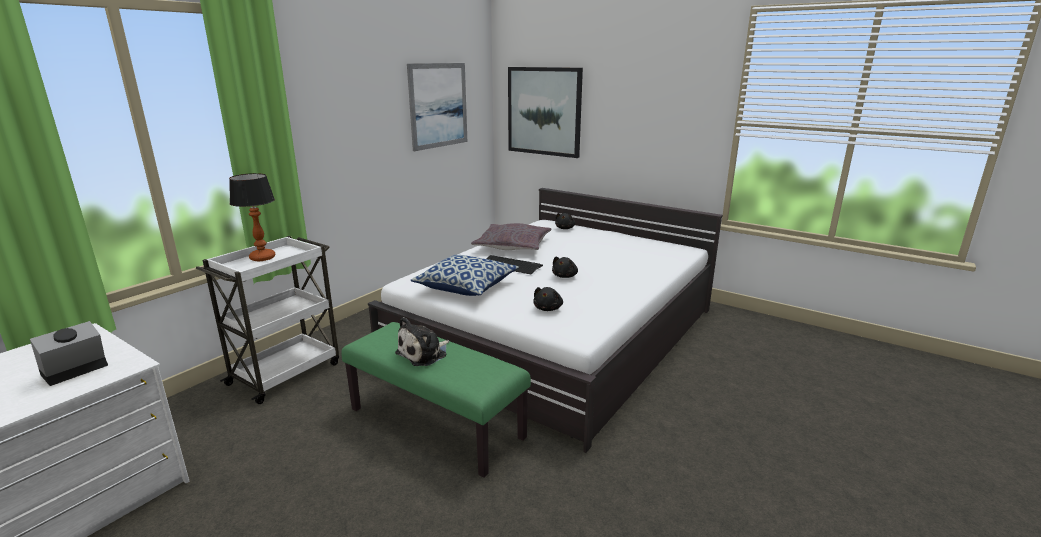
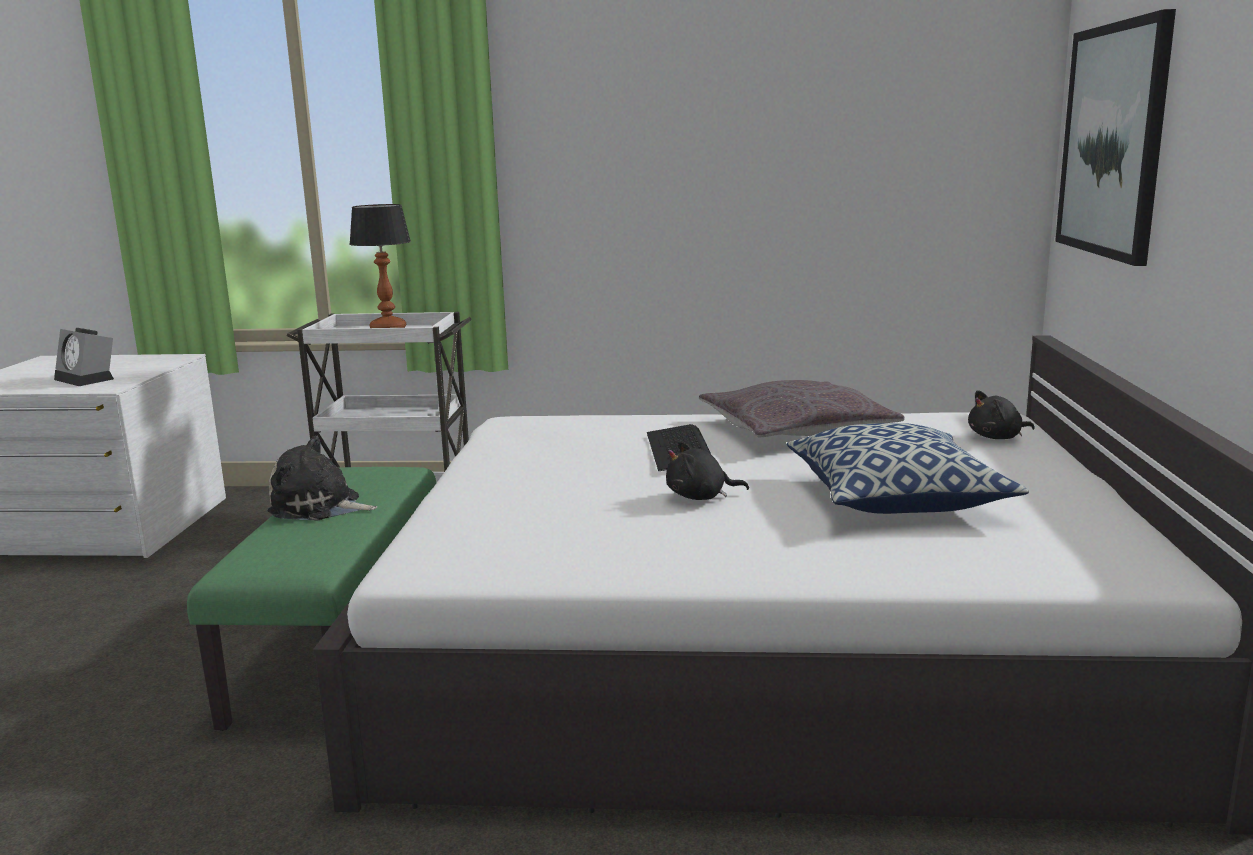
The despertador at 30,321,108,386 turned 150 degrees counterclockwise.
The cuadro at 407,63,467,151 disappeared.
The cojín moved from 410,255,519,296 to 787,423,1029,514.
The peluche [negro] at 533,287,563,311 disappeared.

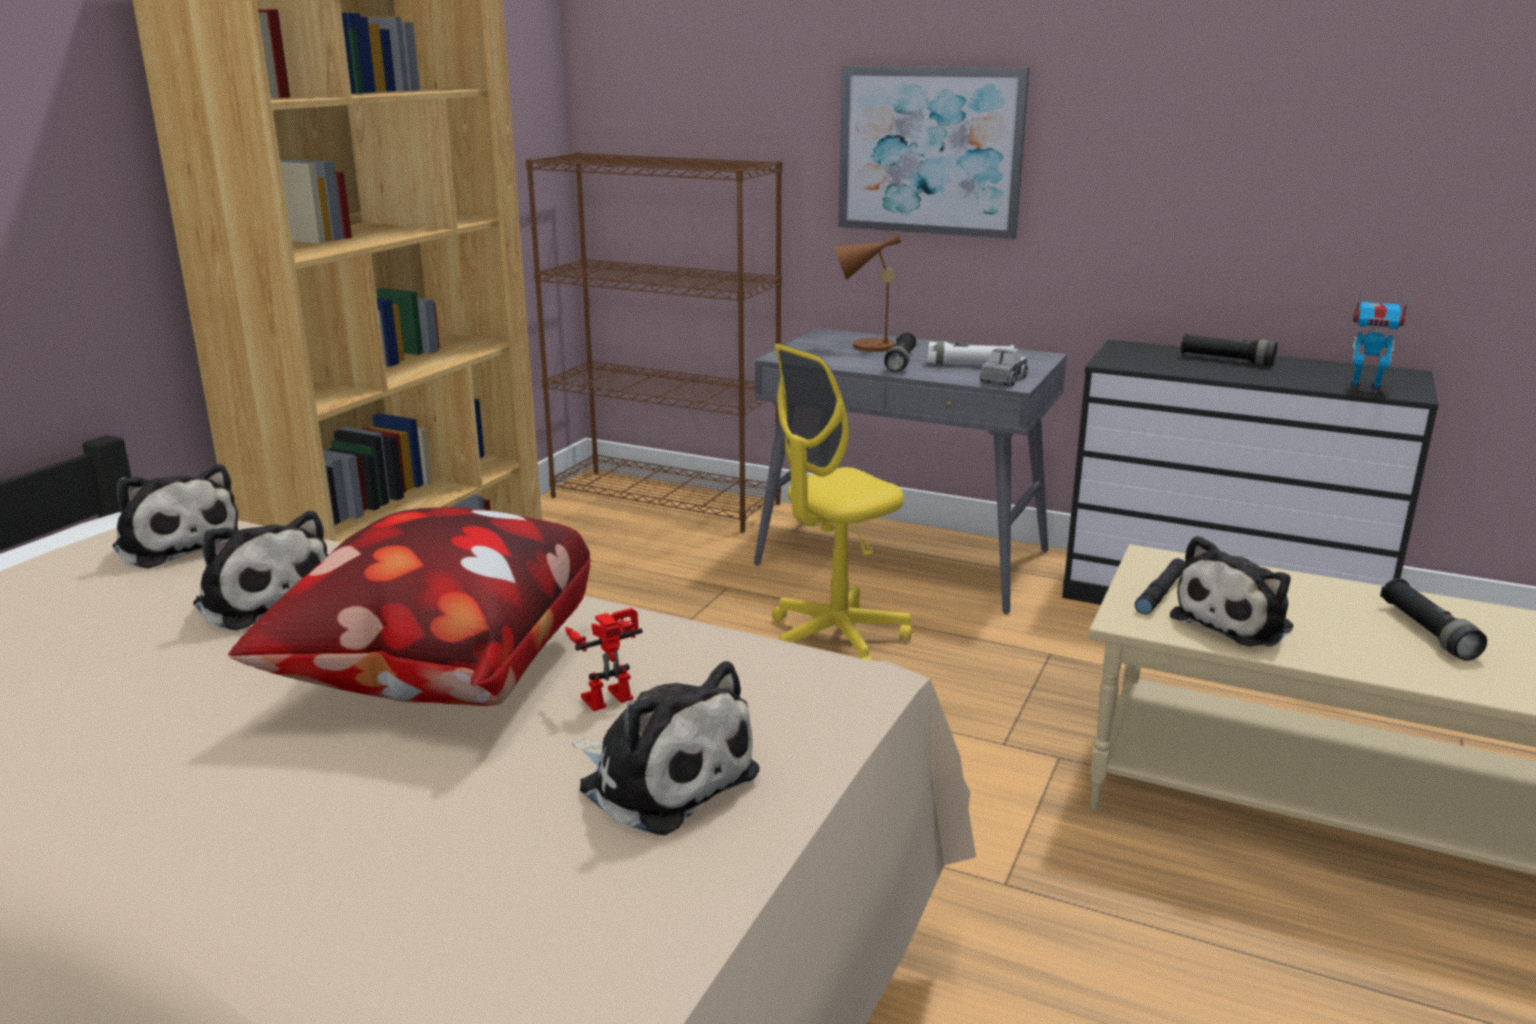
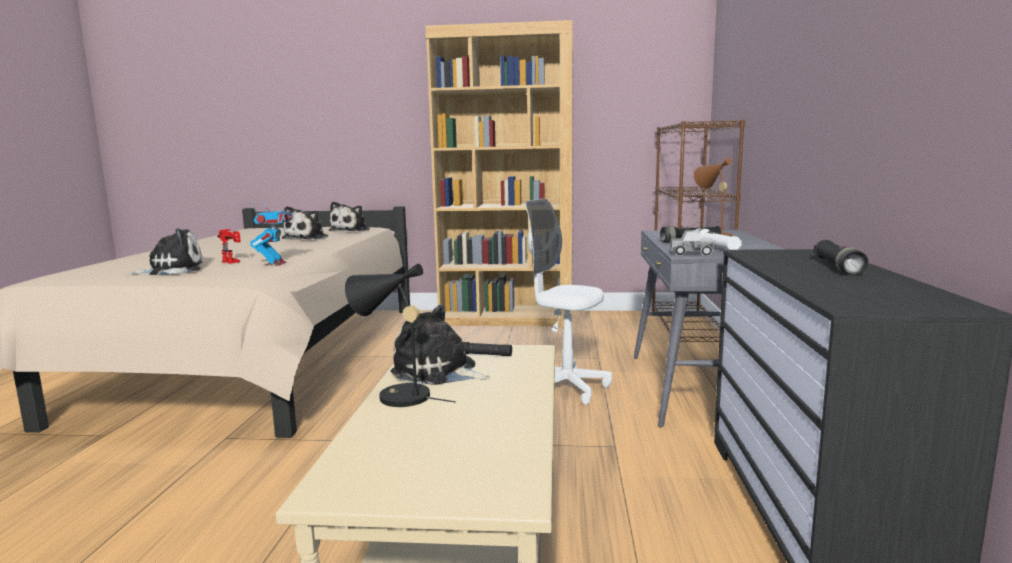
The cojín at 228,507,591,706 disappeared.
The peluche at 572,661,760,835 turned 135 degrees counterclockwise.
The silla de oficina [amarillo] at 772,344,912,661 became the silla de oficina [blanco] at 525,199,612,405.
The cuadro at 838,66,1029,239 disappeared.
The robot de juguete moved from 1349,291,1409,395 to 250,200,293,266.
The linterna [negro] at 1380,578,1487,661 disappeared.
The lámpara de mesa [negro] at 345,264,456,407 appeared.

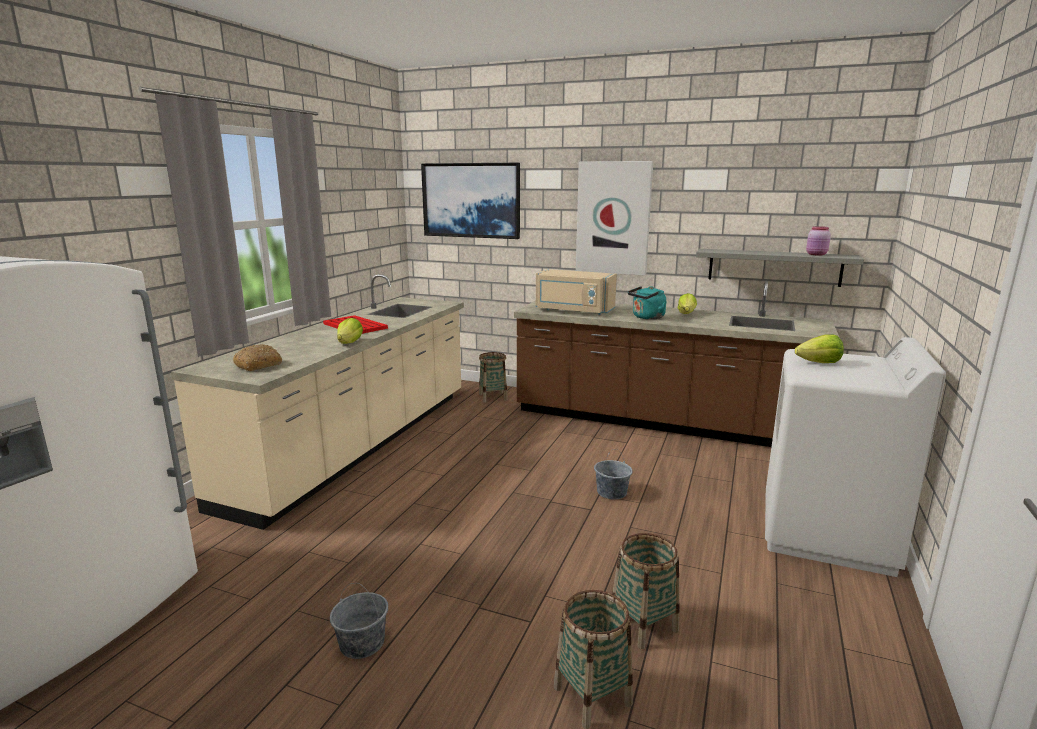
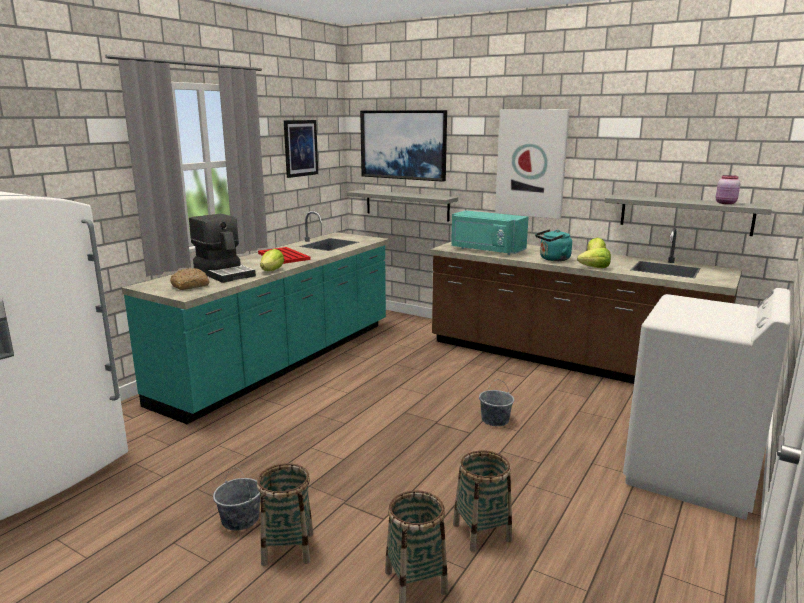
The mueble bajo de cocina [beis] at 171,274,464,530 became the mueble bajo de cocina [turquesa] at 122,211,389,424.
The cesta moved from 479,352,508,403 to 257,463,313,566.
The microondas [beis] at 536,269,617,315 became the microondas [turquesa] at 451,210,529,255.
The lechuga moved from 795,334,844,363 to 577,248,611,268.
The cafetera at 189,214,256,283 appeared.
The cuadro at 284,120,318,178 appeared.
The estante [gris] at 346,189,458,221 appeared.

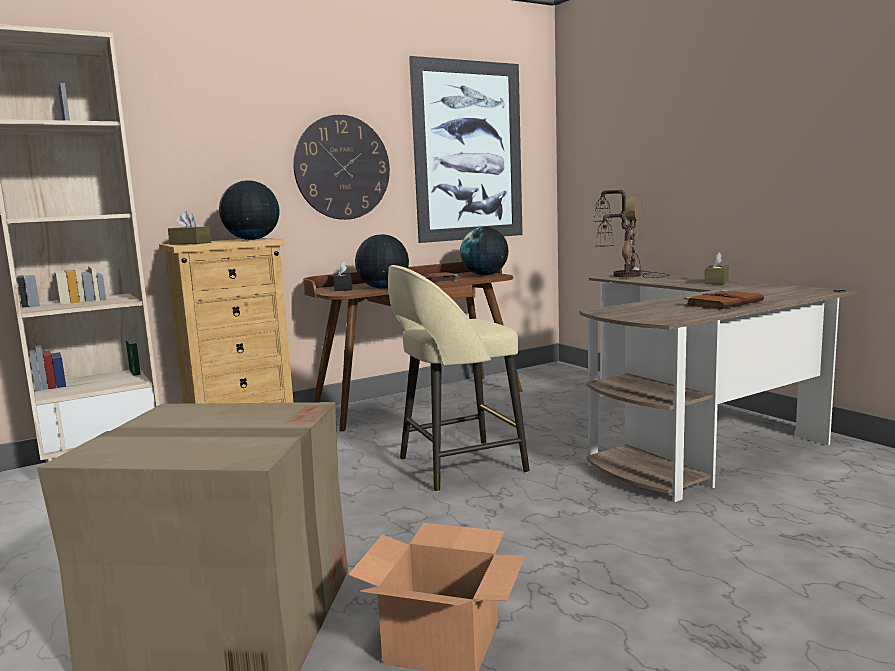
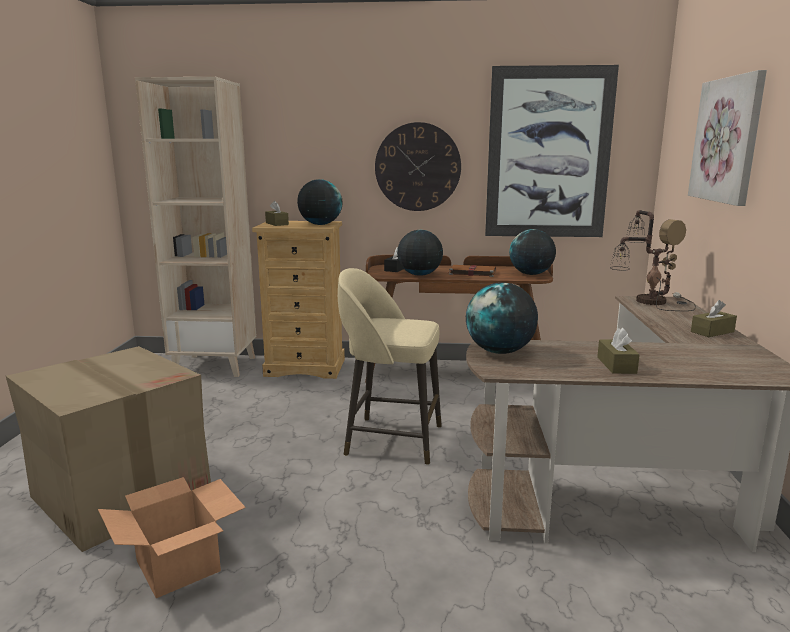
The libro [marrón] at 683,290,764,310 was replaced by the caja de pañuelos [marrón] at 597,328,640,374.
The globo terráqueo at 466,282,538,354 appeared.
The cuadro at 688,70,767,206 appeared.

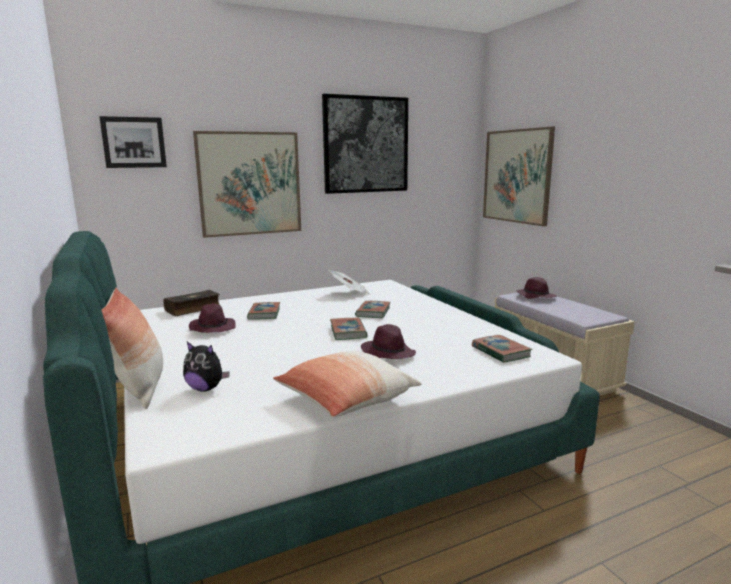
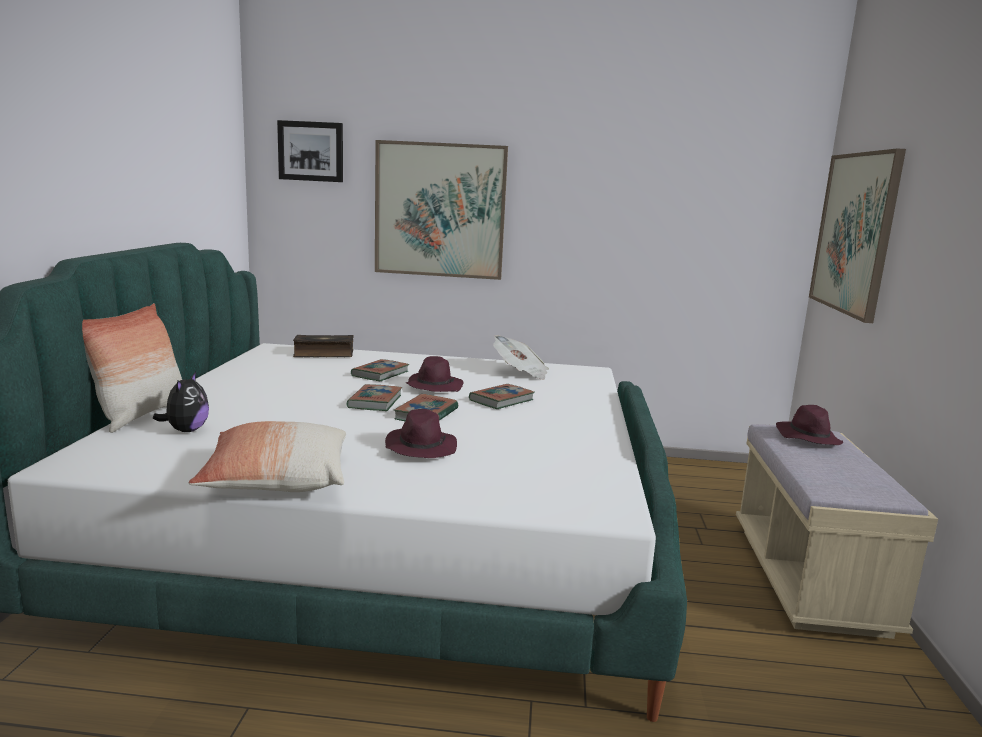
The peluche at 183,342,230,392 turned 135 degrees counterclockwise.
The sombrero [morado] moved from 189,304,236,333 to 406,356,463,392.
The cuadro at 322,94,408,194 disappeared.
The libro moved from 472,335,532,363 to 347,384,402,411.

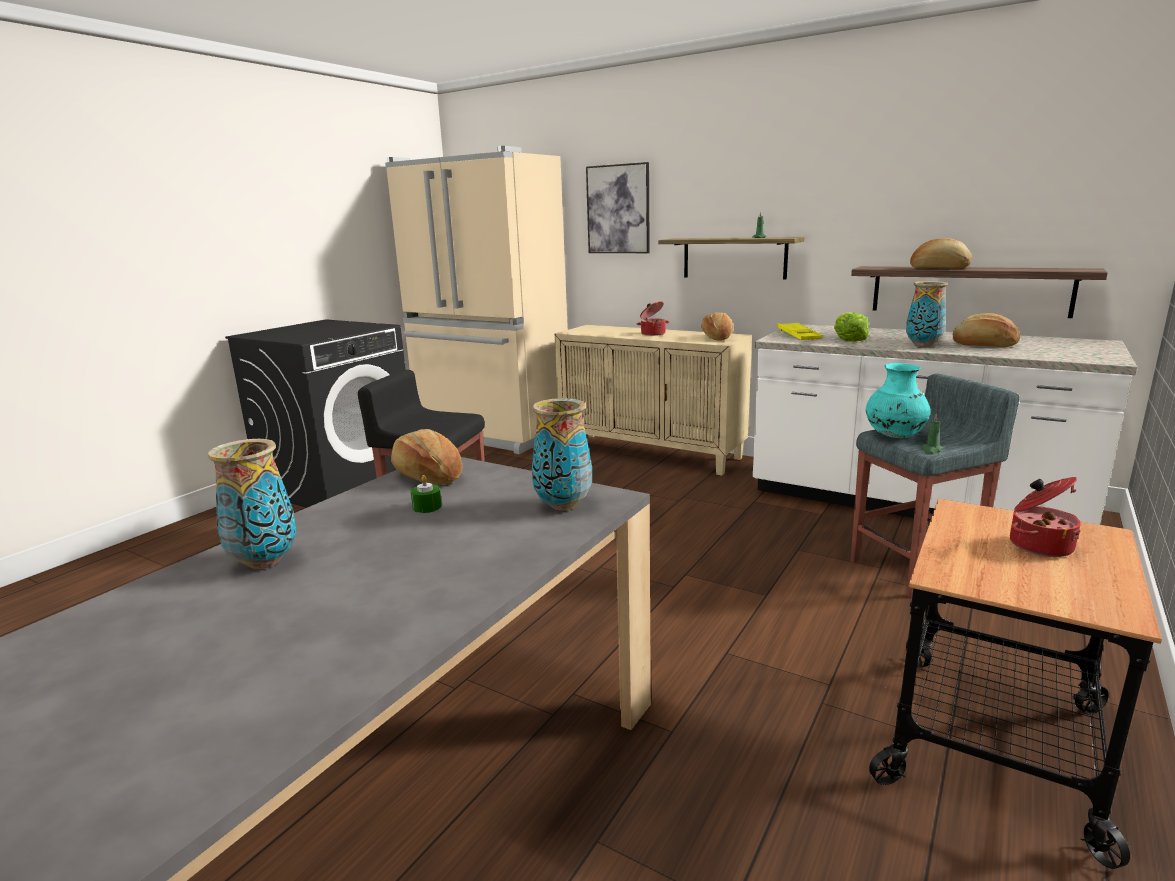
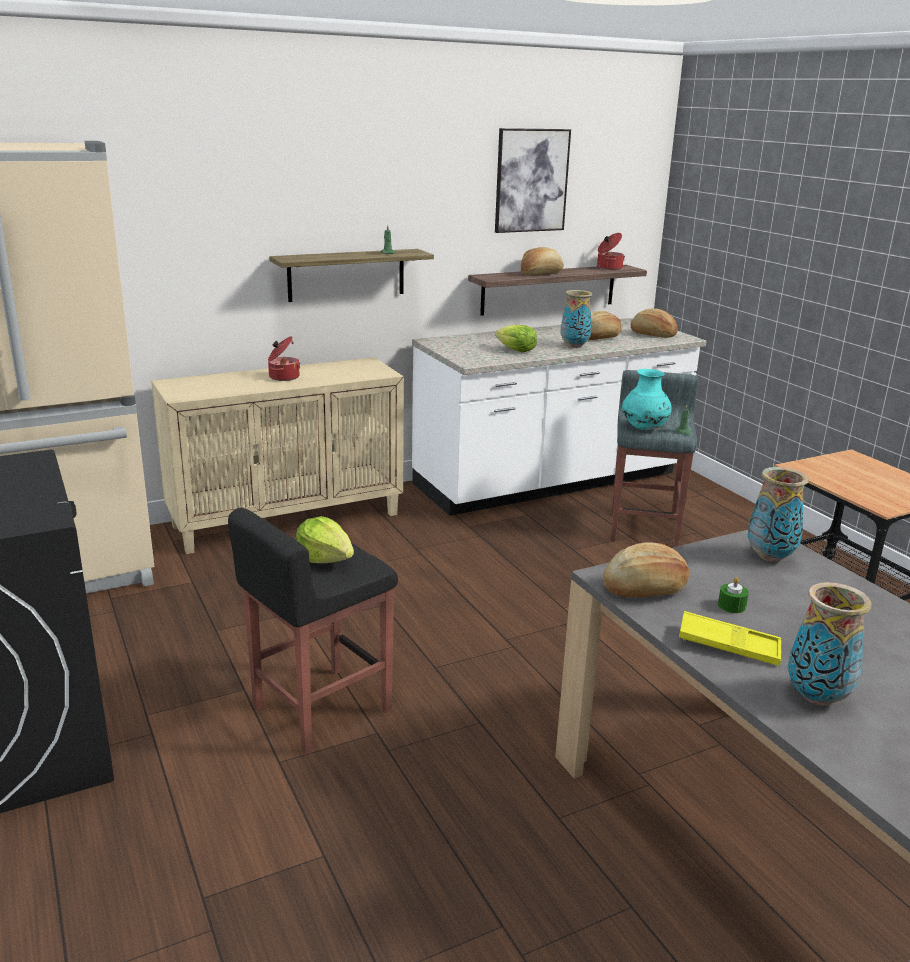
The cuadro moved from 586,162,650,253 to 495,128,571,233.
The pan moved from 701,312,733,340 to 630,308,678,338.
The bandeja [amarillo] moved from 777,323,822,340 to 679,611,781,666.
The olla moved from 1010,477,1081,557 to 597,233,625,270.
The lechuga at 296,516,354,563 appeared.

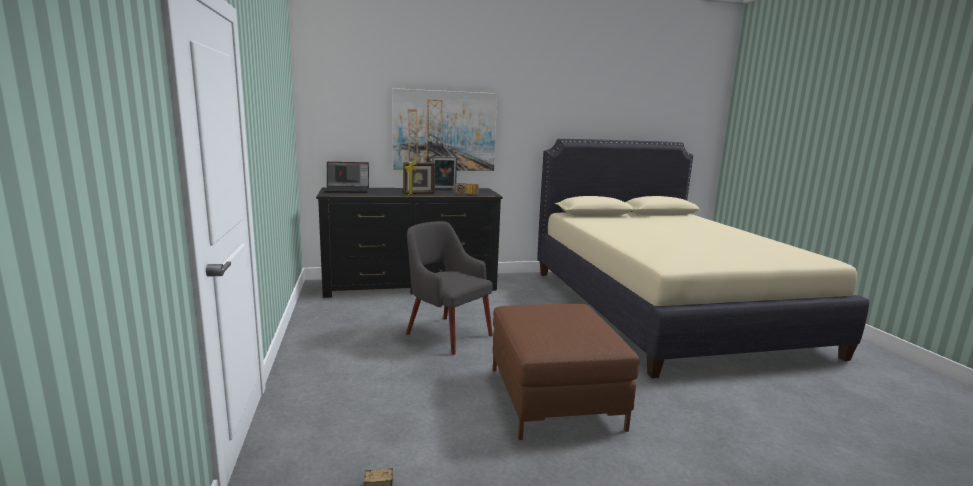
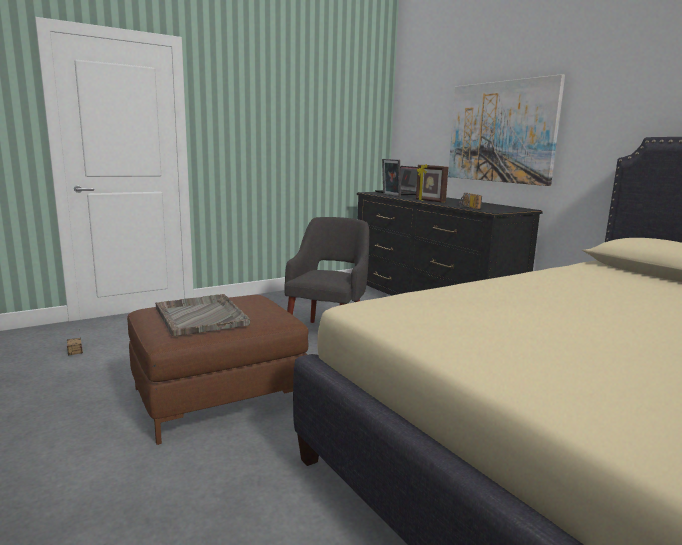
The portarretratos moved from 432,156,457,189 to 382,159,401,197.
The bandeja [gris] at 155,294,250,336 appeared.

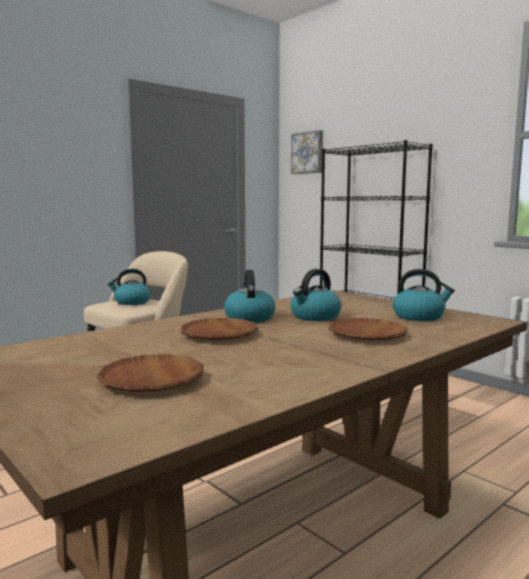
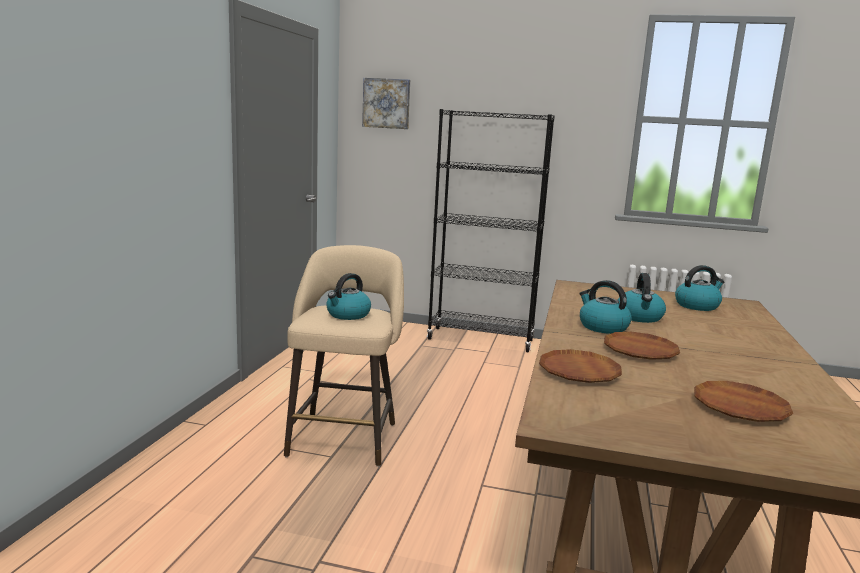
The plato [marrón] moved from 328,318,408,341 to 539,349,622,383.

